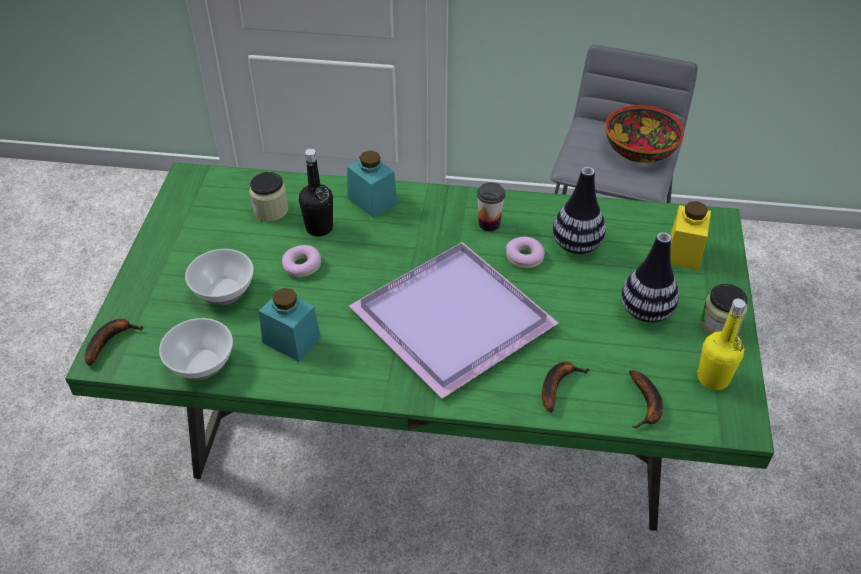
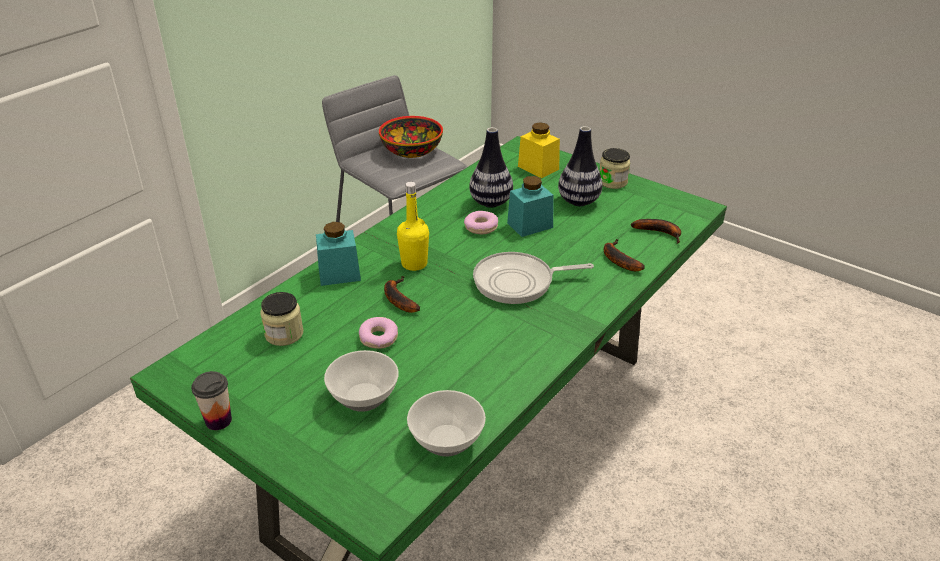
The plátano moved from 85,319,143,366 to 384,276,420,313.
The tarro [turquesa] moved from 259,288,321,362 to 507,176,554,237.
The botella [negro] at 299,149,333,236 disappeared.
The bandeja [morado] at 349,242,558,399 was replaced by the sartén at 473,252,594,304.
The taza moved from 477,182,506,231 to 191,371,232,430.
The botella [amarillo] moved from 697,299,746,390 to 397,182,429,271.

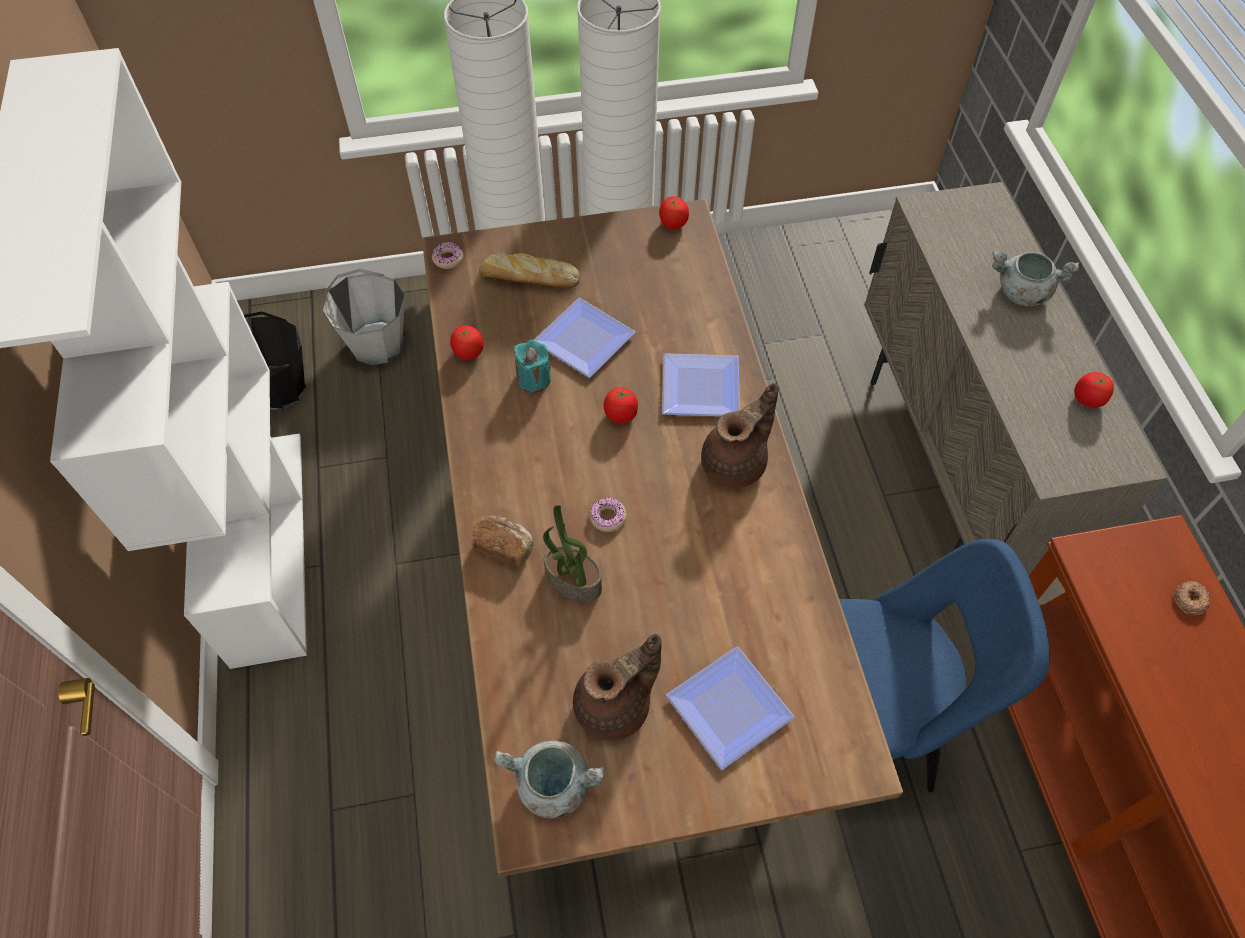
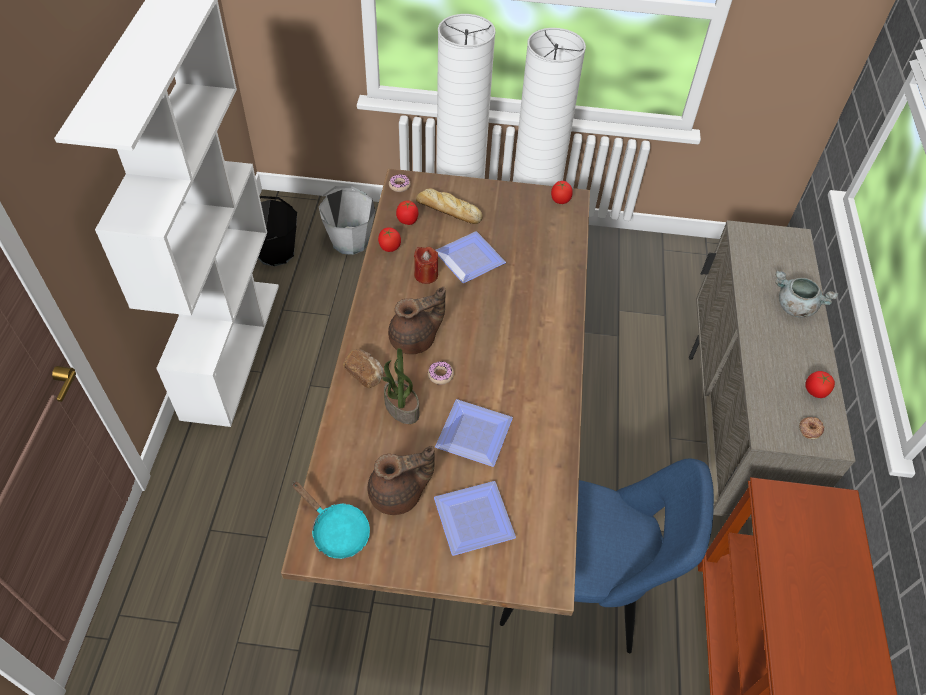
The olla [gris] at 494,741,604,819 was replaced by the sartén [turquesa] at 292,482,370,559.
The vela [turquesa] at 514,340,551,393 became the vela [rojo] at 414,247,438,284.
The tomate moved from 604,387,638,423 to 396,201,418,225.
The plato moved from 662,353,740,416 to 435,399,513,467.
The tetera [marrón] moved from 701,383,779,488 to 388,286,445,354.
The rosquilla moved from 1174,581,1210,615 to 799,417,824,439.

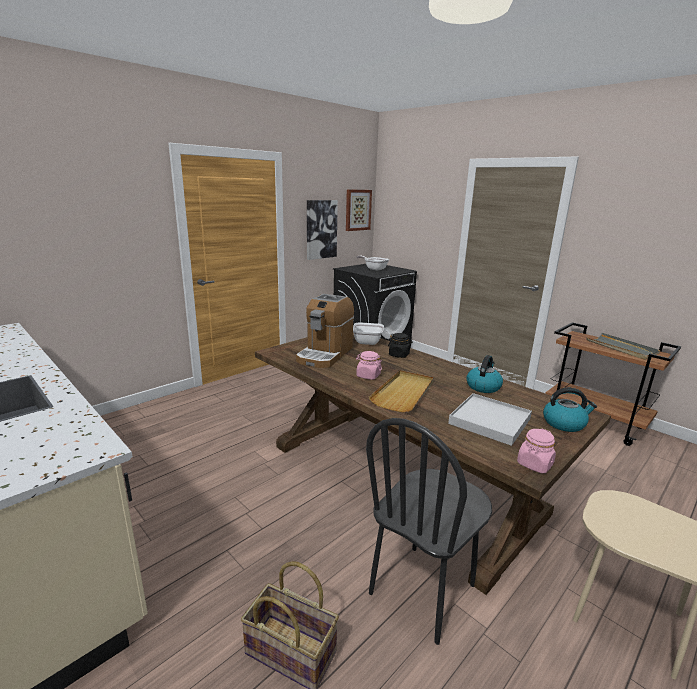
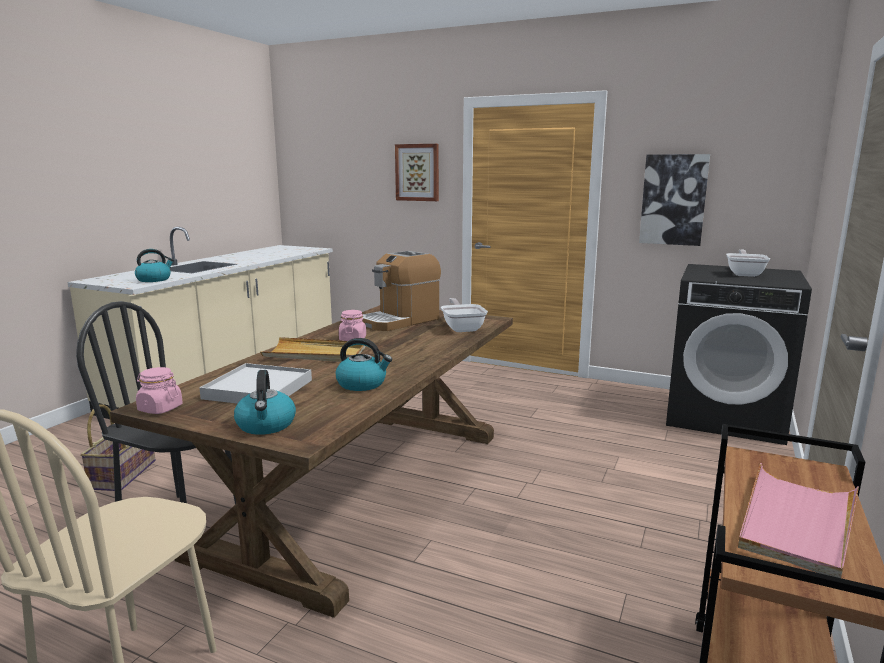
The cafetera at 296,294,354,368 turned 45 degrees counterclockwise.
The cuadro moved from 346,189,372,231 to 395,144,439,201.
The tarro [negro] at 388,333,412,358 disappeared.
The bandeja [gris] at 587,333,660,360 became the bandeja [rosa] at 738,463,859,578.
The hervidor at 135,249,174,282 appeared.

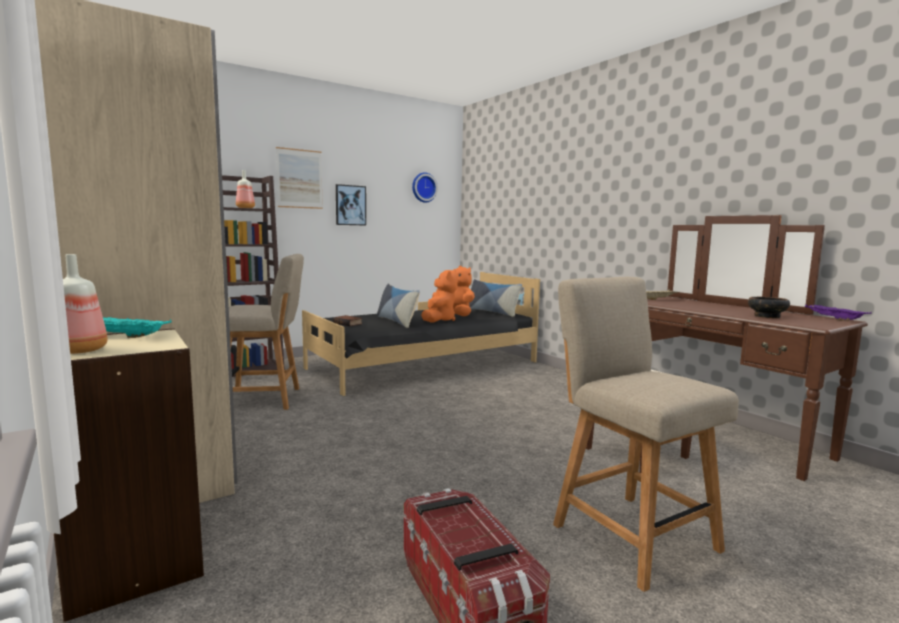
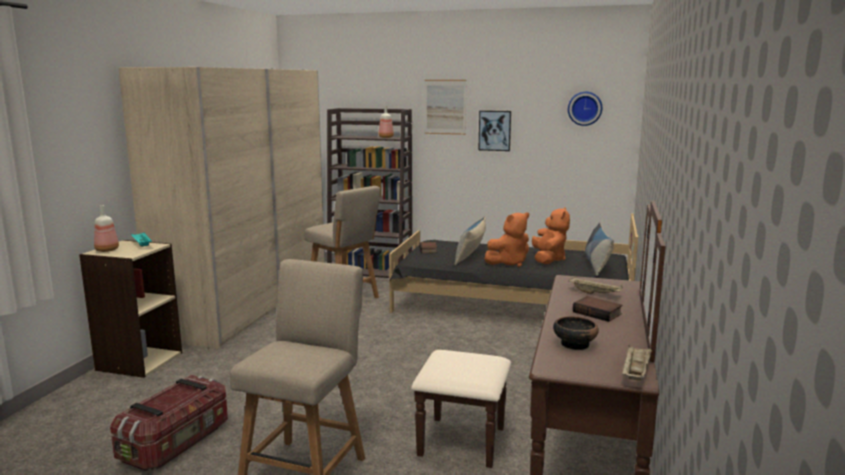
The bandeja [morado] at 805,304,872,320 became the bandeja [beis] at 622,346,652,381.
The libro at 573,296,623,322 appeared.

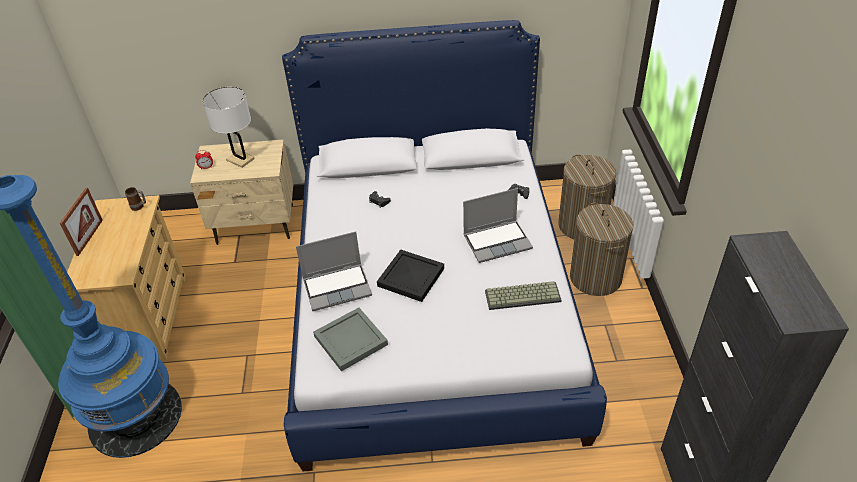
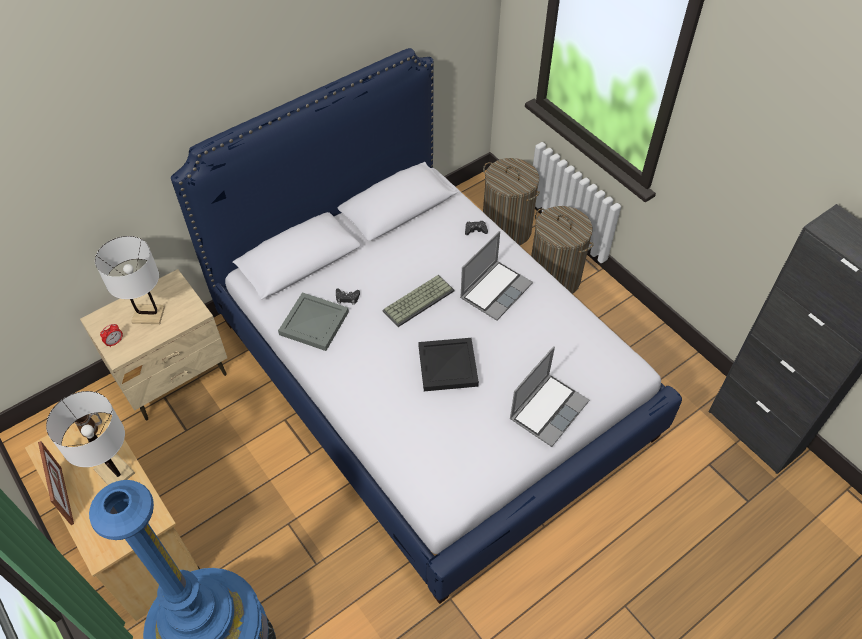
The portátil moved from 296,231,372,311 to 509,346,589,447.
The bandeja [gris] moved from 313,307,388,371 to 278,292,349,351.
The teclado moved from 485,281,562,310 to 382,275,455,327.
The lámpara de mesa [blanco] at 46,391,135,485 appeared.

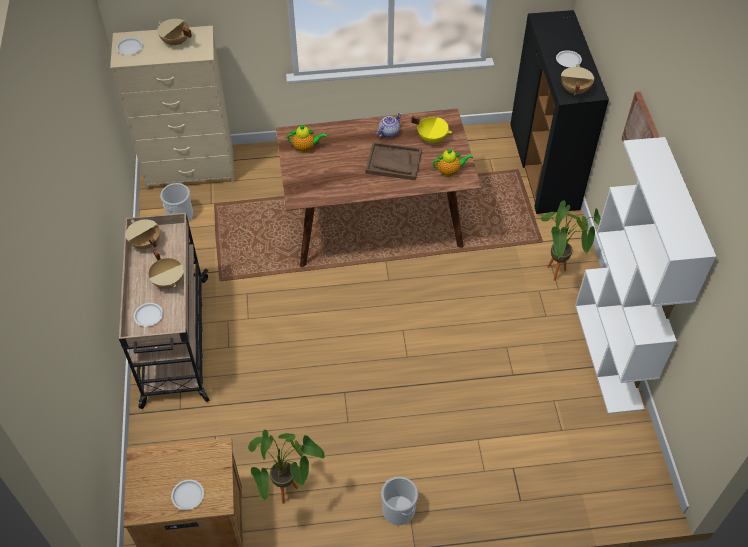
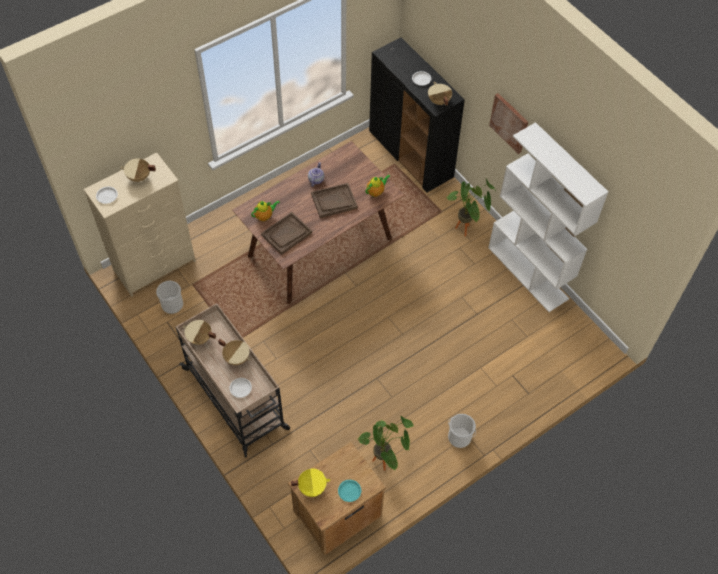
The plato [blanco] at 171,479,204,510 became the plato [turquesa] at 338,480,361,502.
The olla [amarillo] moved from 411,116,452,144 to 291,468,330,497.
The bandeja [marrón] at 261,212,312,255 appeared.

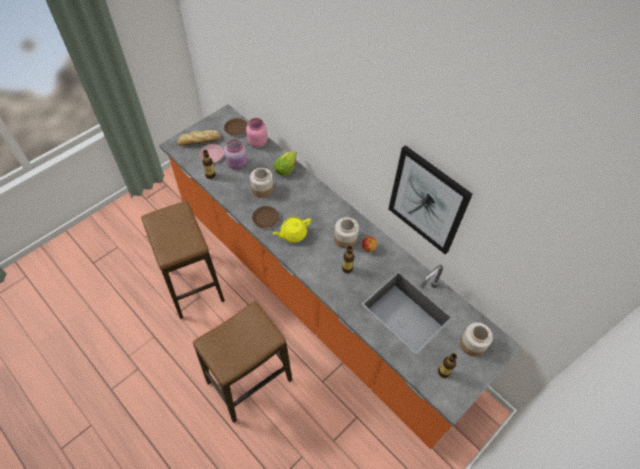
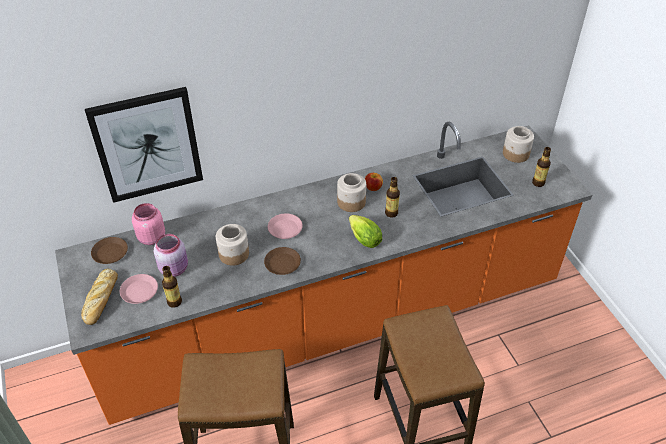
The tetera [amarillo] at 273,217,312,243 disappeared.
The lechuga moved from 274,151,297,176 to 349,215,382,248.
The cuadro moved from 388,145,473,254 to 85,87,203,203.
The plato [rosa] at 268,213,303,239 appeared.

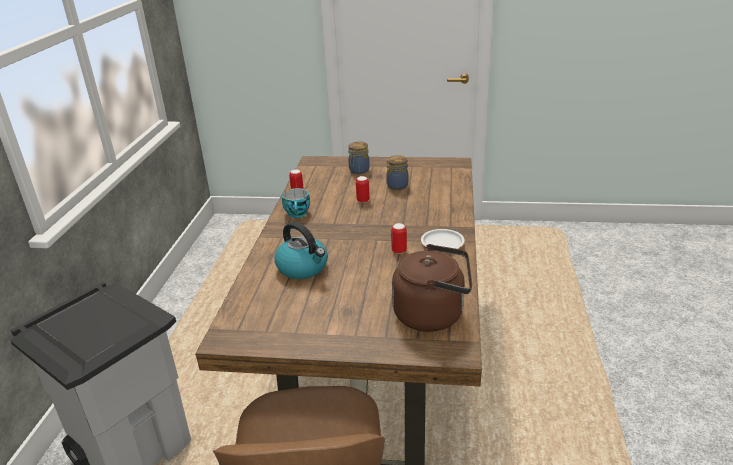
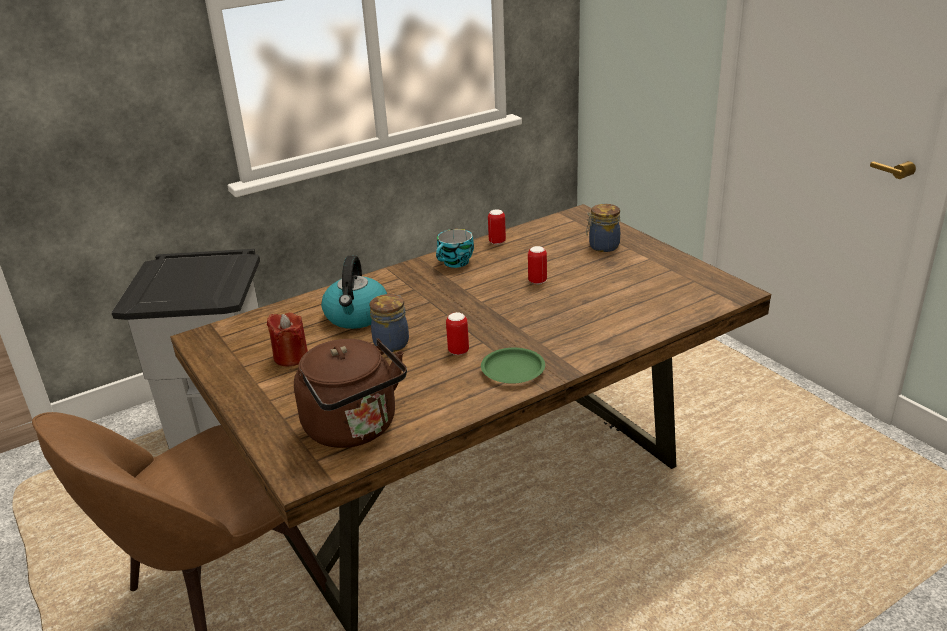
The tarro moved from 386,155,409,190 to 370,294,409,352.
The plato [blanco] at 421,229,465,249 became the plato [verde] at 481,348,545,384.
The vela [rojo] at 267,312,308,366 appeared.

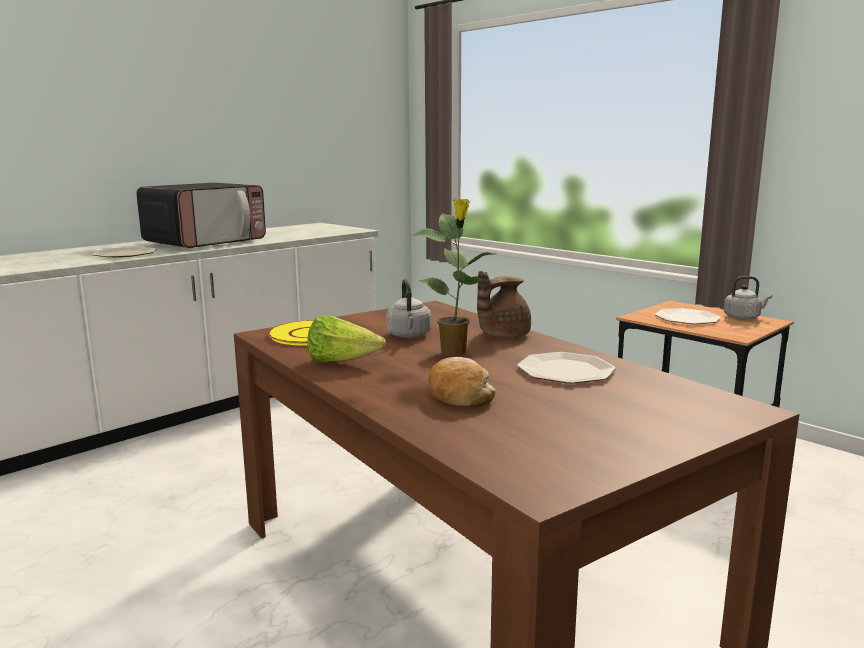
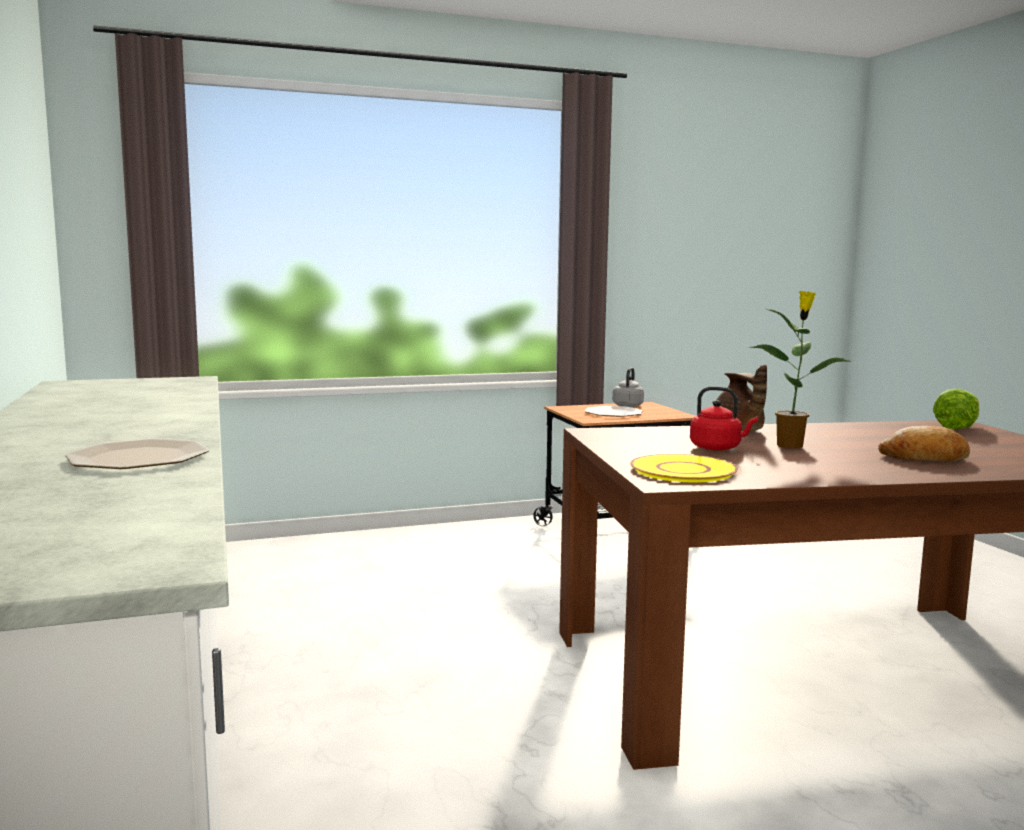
The microondas at 136,183,266,248 disappeared.
The lechuga moved from 307,315,386,362 to 933,388,979,429.
The hervidor [gris] at 386,279,431,338 became the hervidor [rojo] at 690,386,758,451.
The plato at 517,352,616,384 disappeared.

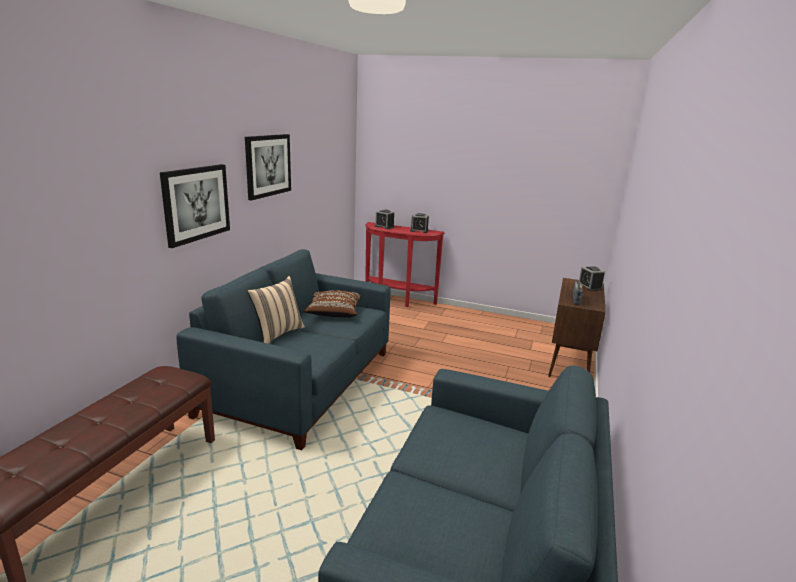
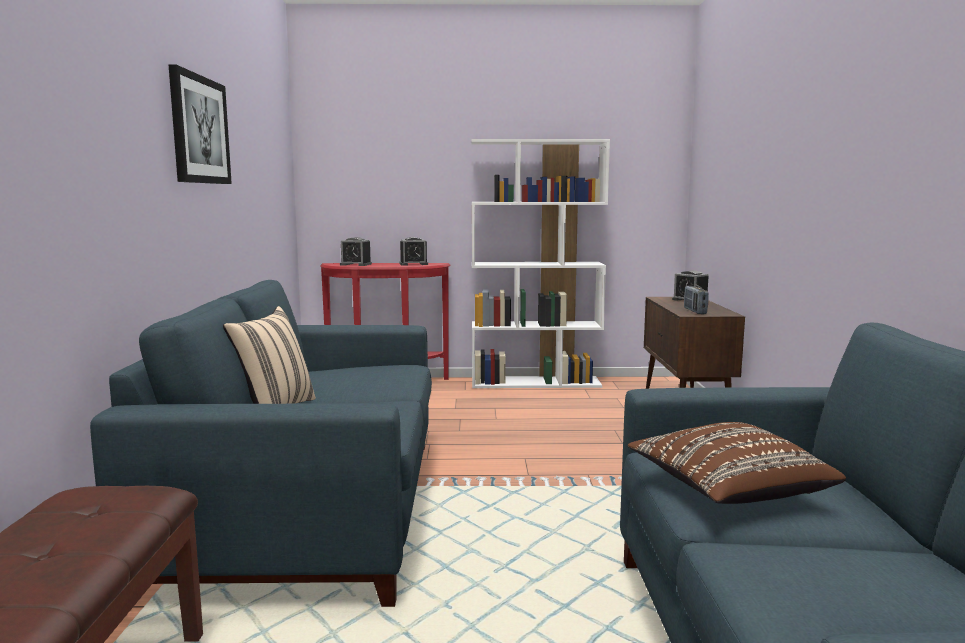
The cuadro at 160,164,230,248 disappeared.
The cojín [marrón] moved from 303,291,361,318 to 628,422,846,504.
The estantería [blanco] at 471,139,610,388 appeared.

